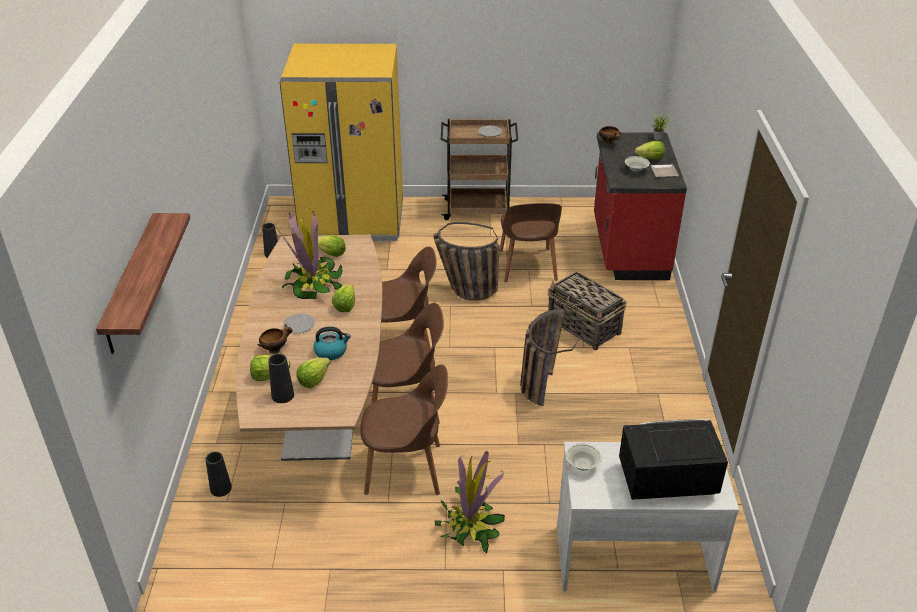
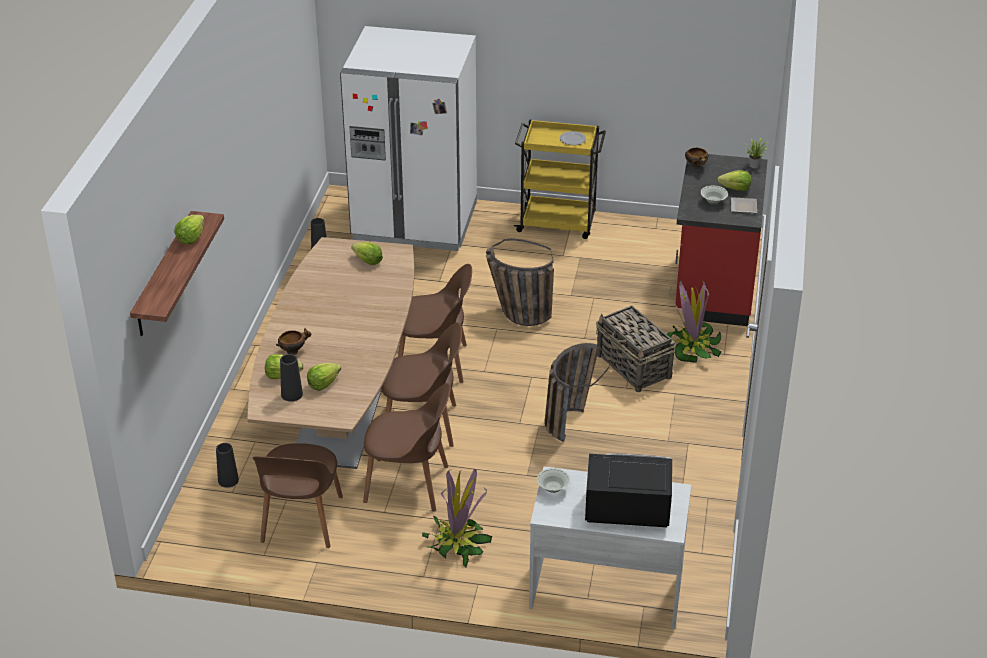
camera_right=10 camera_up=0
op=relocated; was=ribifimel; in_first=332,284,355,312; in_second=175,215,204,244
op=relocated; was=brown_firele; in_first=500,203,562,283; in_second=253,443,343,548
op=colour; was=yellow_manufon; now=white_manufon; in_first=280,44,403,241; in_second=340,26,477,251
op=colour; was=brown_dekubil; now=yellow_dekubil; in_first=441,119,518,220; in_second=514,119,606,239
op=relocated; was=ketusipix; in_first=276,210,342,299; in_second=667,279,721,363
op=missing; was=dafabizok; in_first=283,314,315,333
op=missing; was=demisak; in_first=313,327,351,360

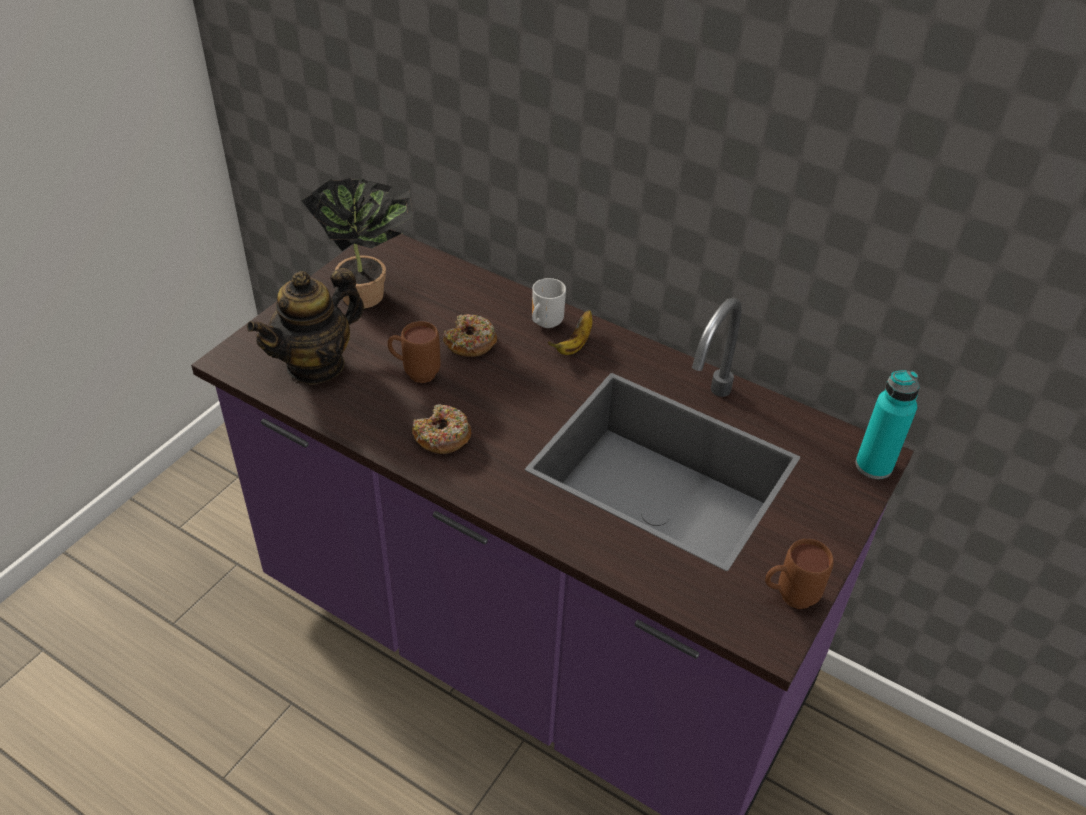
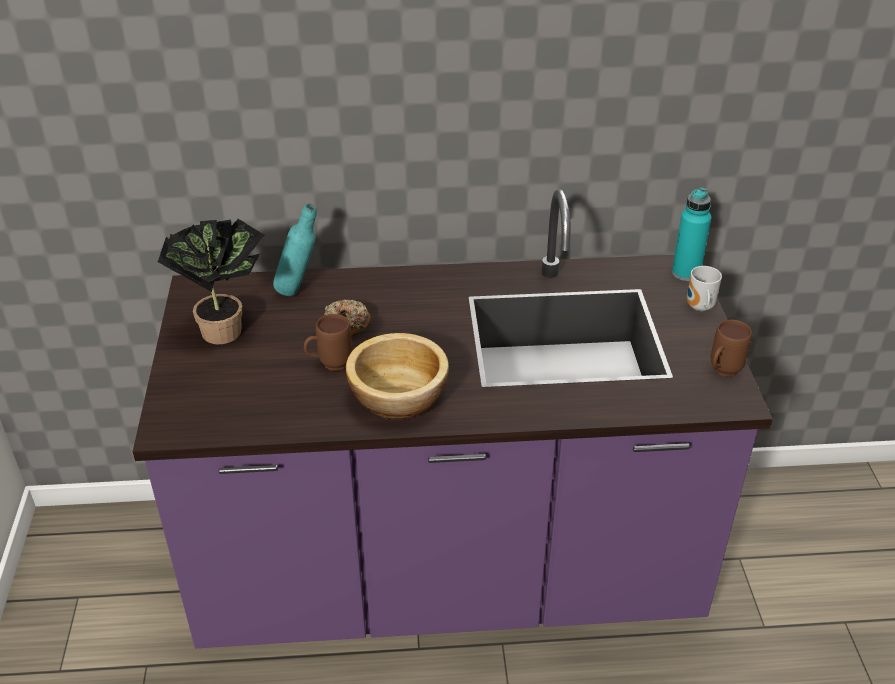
camera_right=-35 camera_up=-5
op=appeared; now=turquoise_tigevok; in_second=273,204,317,296
op=exchanged; was=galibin; now=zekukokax; in_first=412,404,472,454; in_second=346,333,449,420
op=relocated; was=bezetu; in_first=532,278,566,328; in_second=687,266,722,311
op=missing; was=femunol; in_first=247,268,364,385
op=missing; was=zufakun; in_first=548,310,592,355

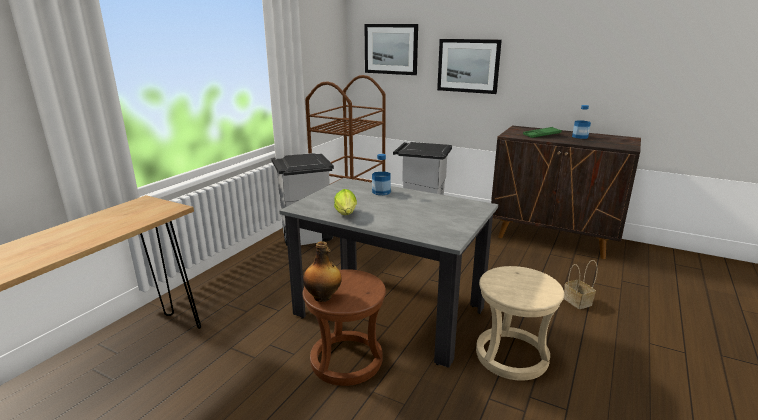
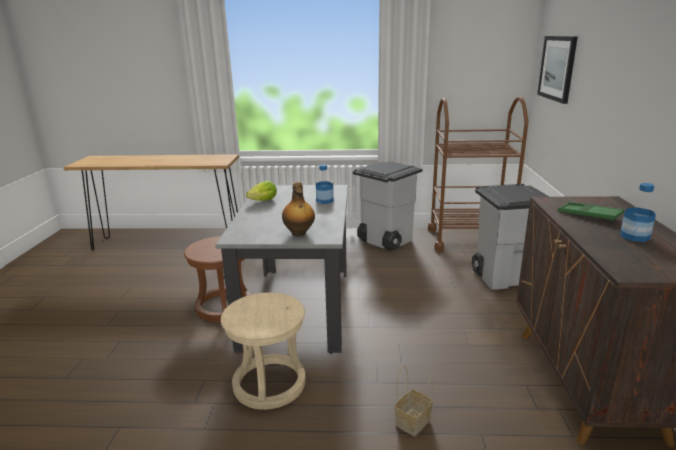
camera_right=65 camera_up=0
op=relocated; was=tigevok; in_first=303,241,342,302; in_second=282,182,315,236
op=missing; was=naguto; in_first=437,39,502,94

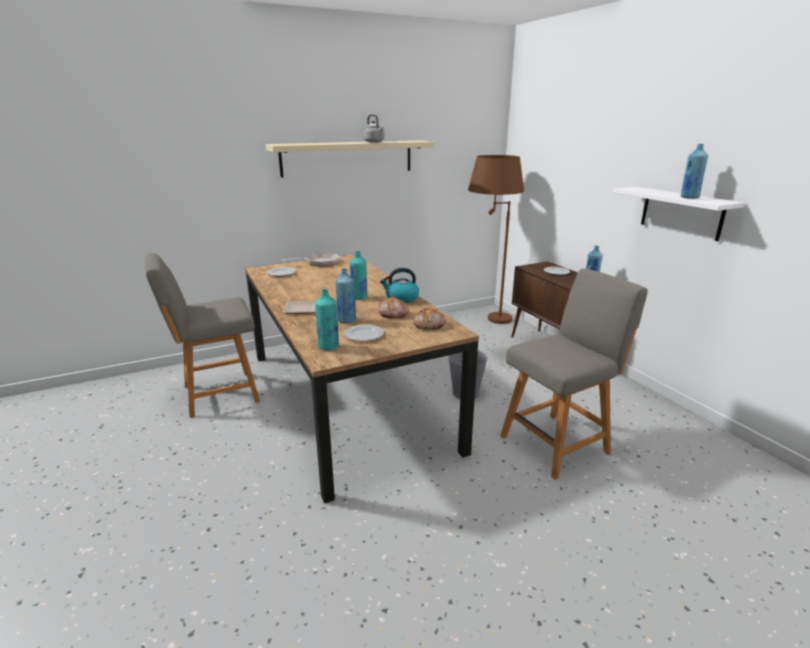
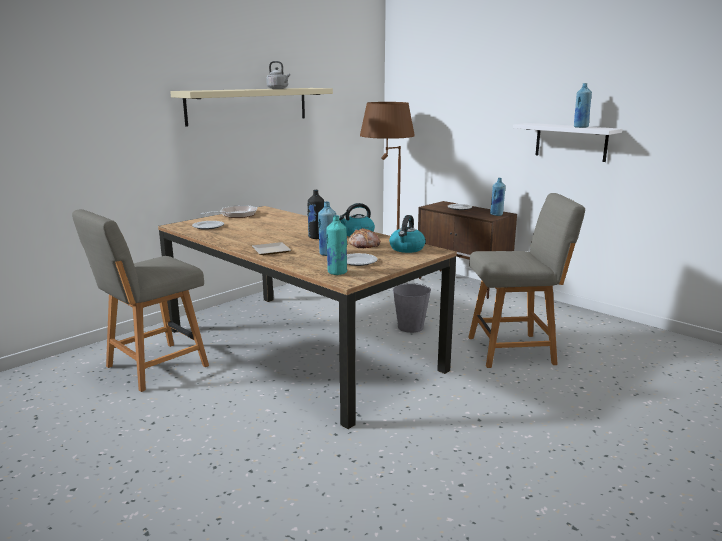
camera_right=-20 camera_up=-5
op=colour; was=turquoise_tigevok; now=black_tigevok; in_first=350,251,367,300; in_second=307,190,324,239
op=exchanged; was=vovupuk; now=demisak; in_first=413,308,446,330; in_second=389,215,426,253
op=spun; was=grey_firele; in_first=500,268,648,480; in_second=468,193,585,368; clockwise=45

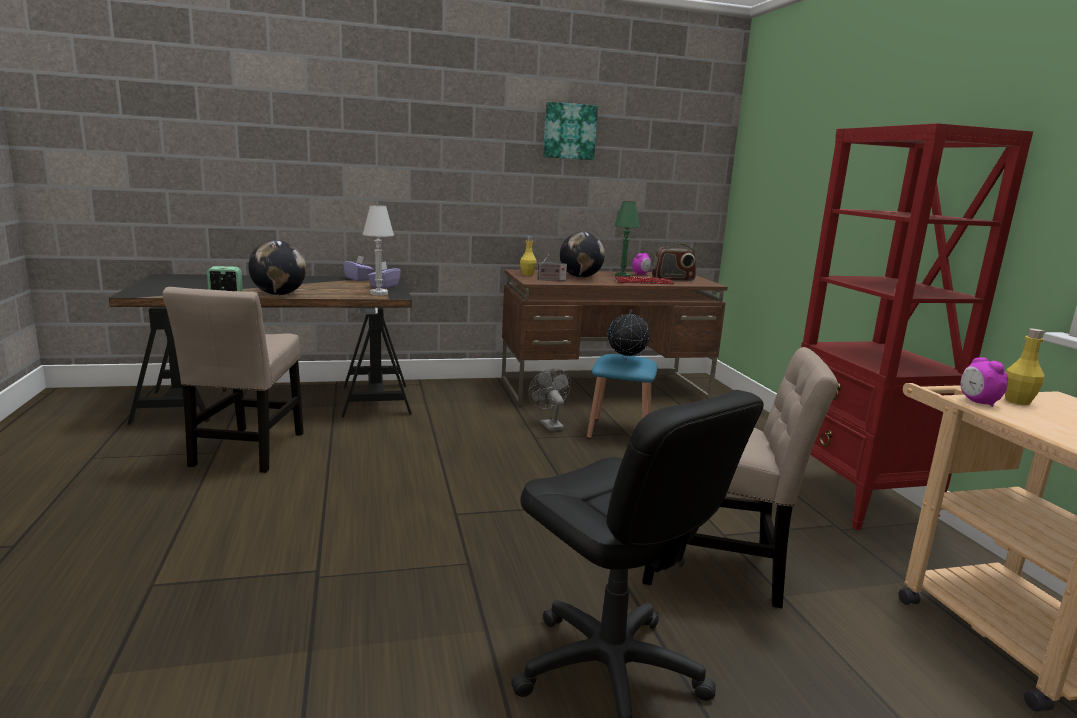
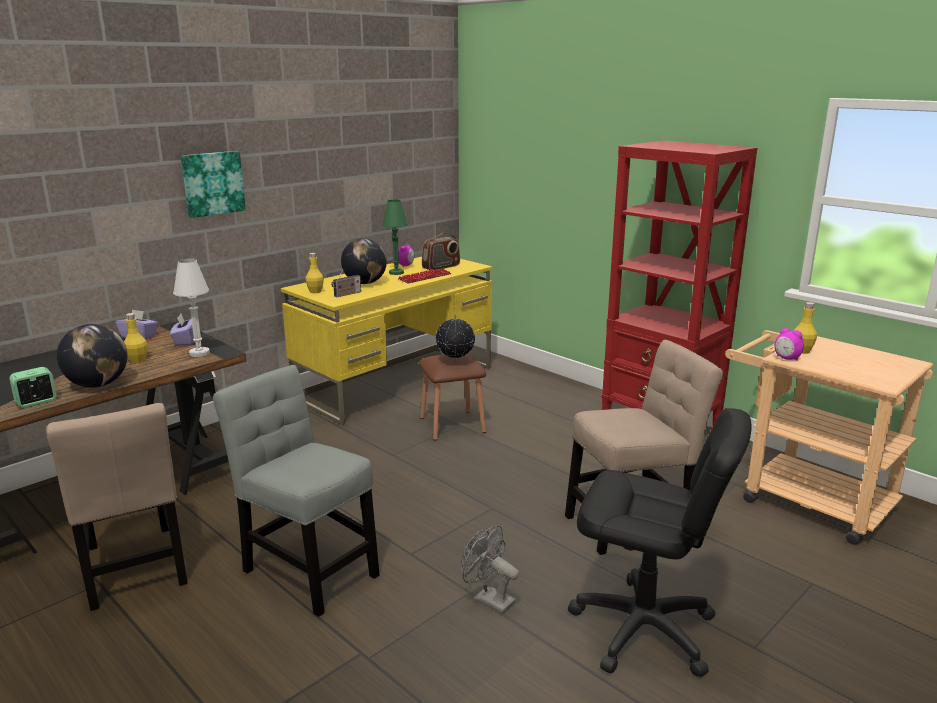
camera_right=-30 camera_up=5
op=appeared; now=yellow_tigevok; in_second=124,313,147,363
op=relocated; was=naguto; in_first=543,102,598,160; in_second=181,151,246,218
op=appeared; now=grey_firele; in_second=213,365,380,617
op=colour; was=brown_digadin; now=yellow_digadin; in_first=502,270,728,406; in_second=281,257,492,425
op=colour; was=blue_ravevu; now=brown_ravevu; in_first=587,354,657,439; in_second=419,354,486,441
op=relocated; was=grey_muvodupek; in_first=528,369,571,431; in_second=461,525,519,614

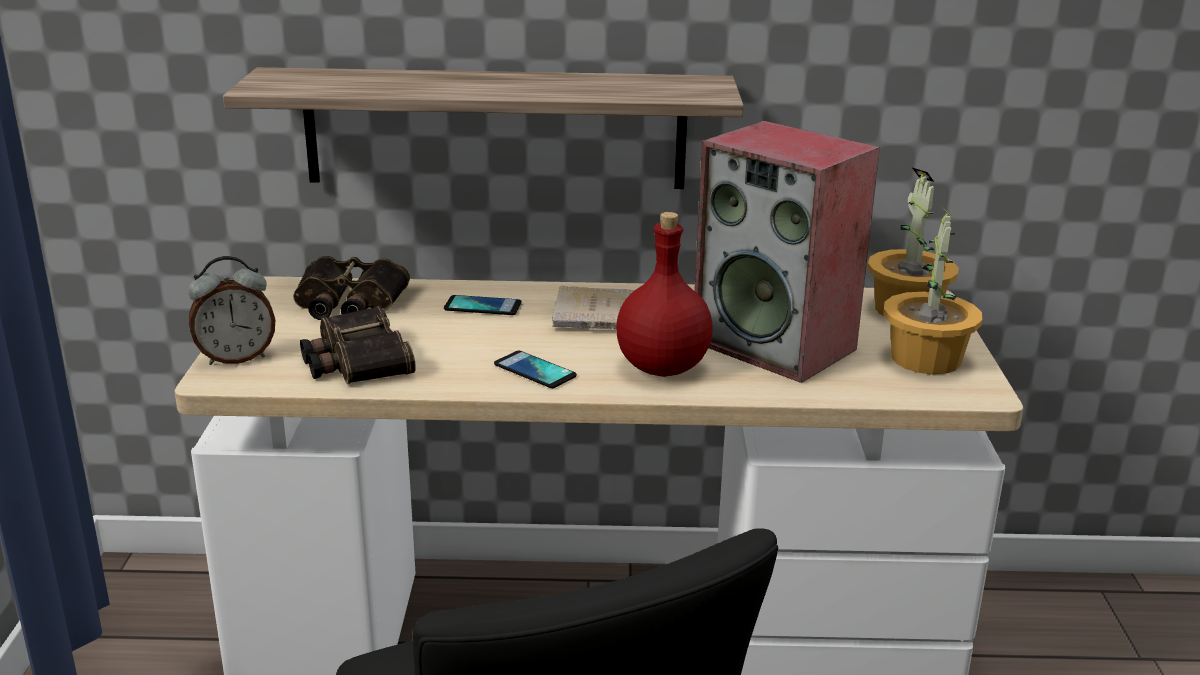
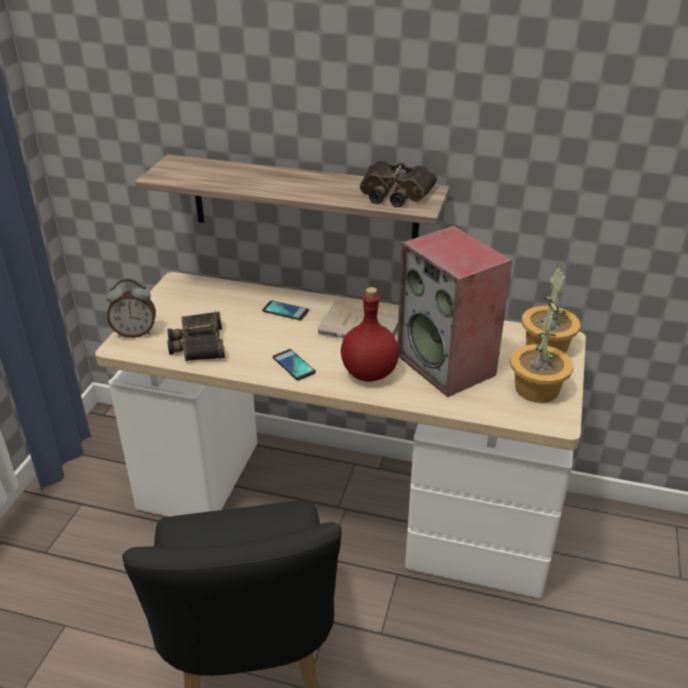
camera_right=15 camera_up=10
op=relocated; was=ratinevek; in_first=293,256,410,320; in_second=360,160,437,207

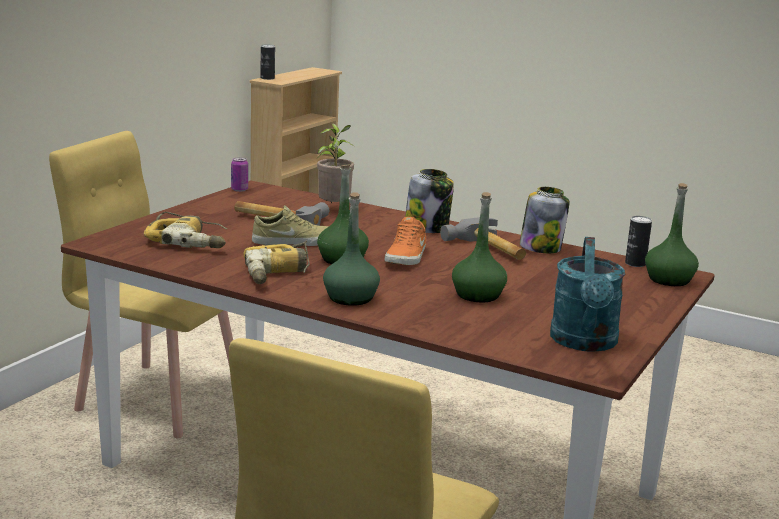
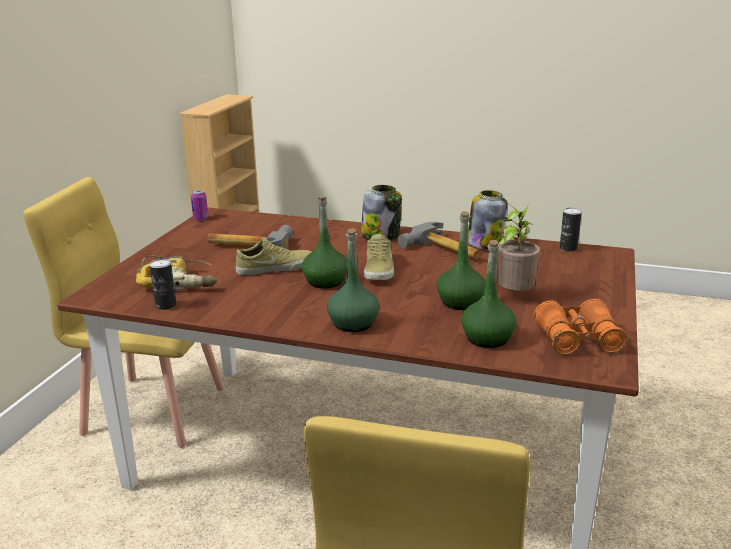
camera_right=-10 camera_up=5
op=relocated; was=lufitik; in_first=261,45,275,80; in_second=150,259,176,310
op=colour; was=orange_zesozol; now=beige_zesozol; in_first=385,217,426,265; in_second=364,234,394,280
op=relocated; was=green_tigevok; in_first=645,183,699,286; in_second=461,240,517,348
op=relocated; was=ketusipix; in_first=317,123,355,203; in_second=498,203,540,291
op=exchanged; was=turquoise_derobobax; now=orange_ratinevek; in_first=550,237,625,352; in_second=534,299,627,355
op=missing; was=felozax; in_first=244,240,310,284

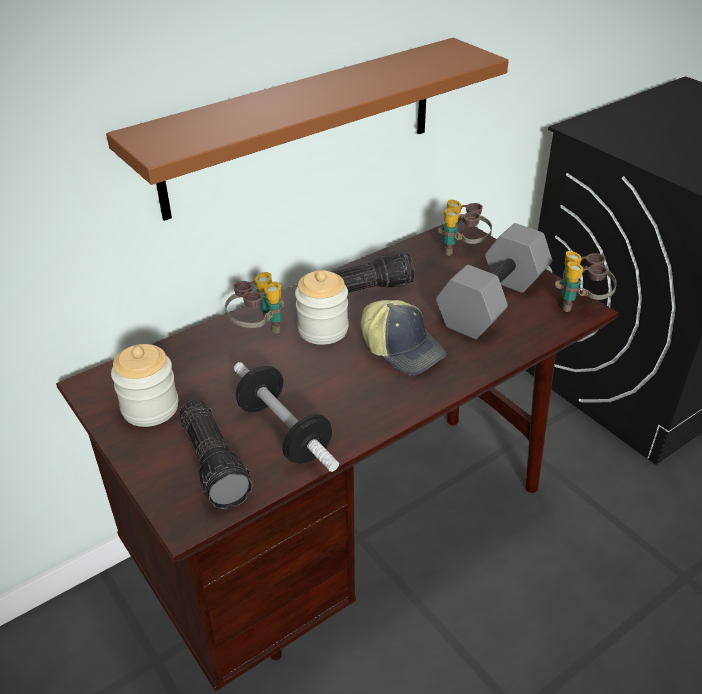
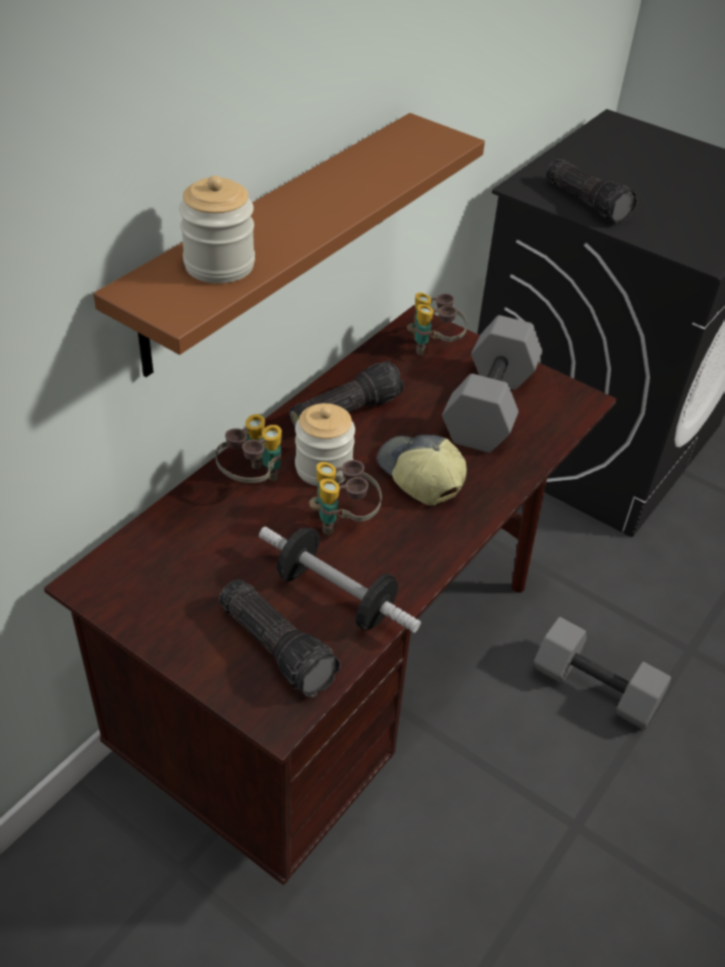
camera_right=-20 camera_up=5
op=relocated; was=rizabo; in_first=111,344,178,427; in_second=179,175,255,283
op=relocated; was=ratinevek; in_first=555,251,617,312; in_second=309,460,382,535
op=spun; was=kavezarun; in_first=361,300,447,375; in_second=377,435,467,506; clockwise=-150
op=appeared; now=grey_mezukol; in_second=534,617,671,730
op=appeared; now=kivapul; in_second=547,159,637,223

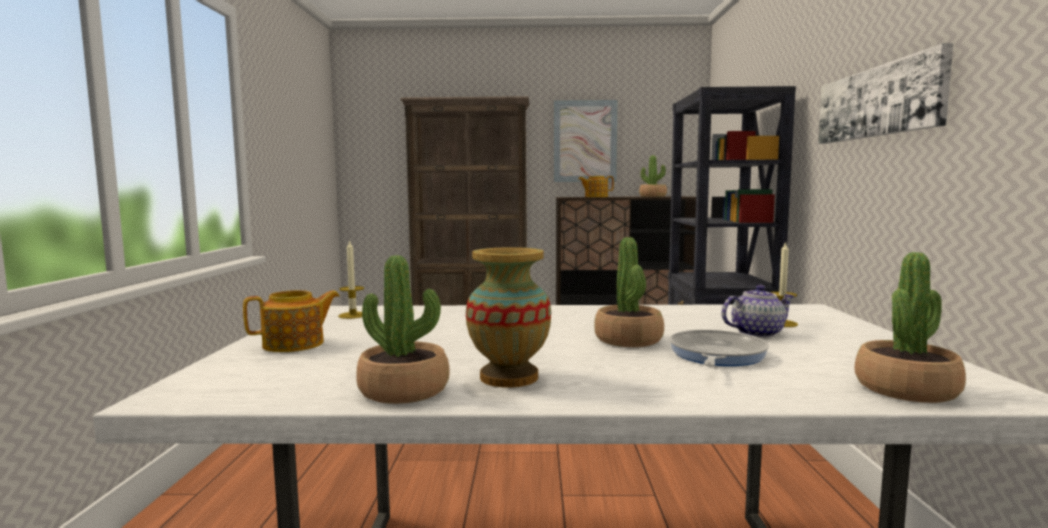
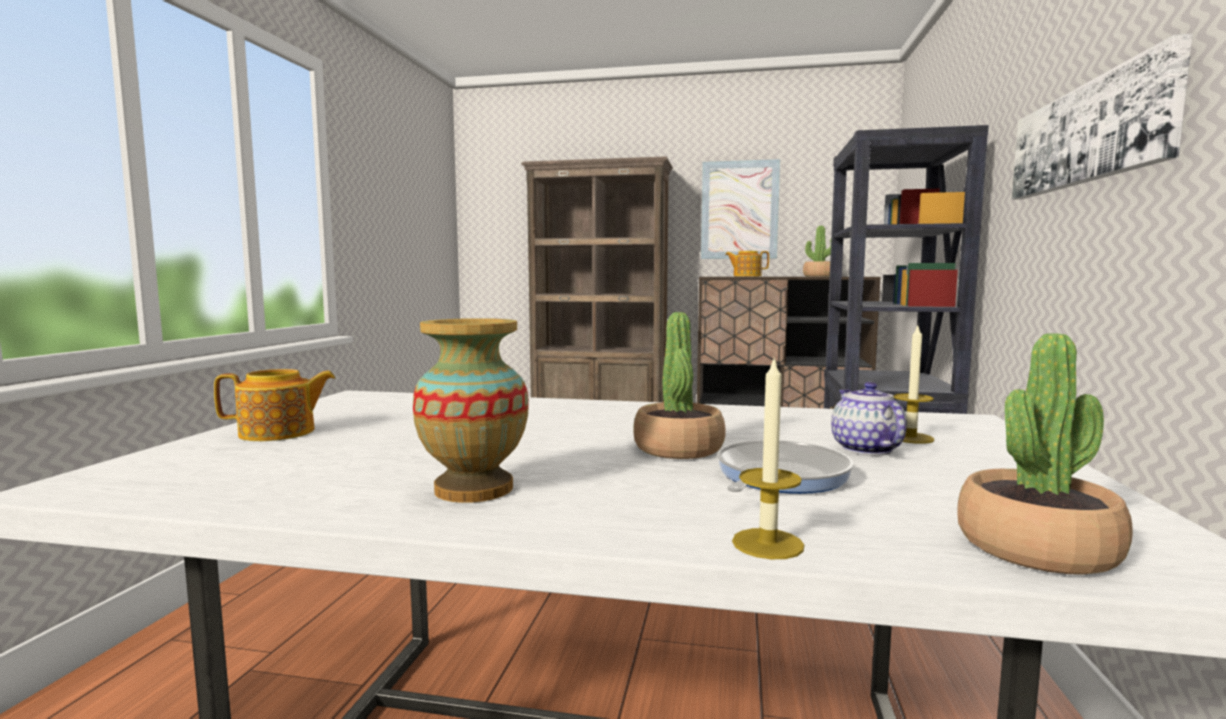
camera_right=10 camera_up=0
op=relocated; was=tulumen; in_first=338,239,364,319; in_second=732,356,804,559
op=spun; was=femunol; in_first=721,285,795,338; in_second=831,382,907,456; clockwise=-90
op=missing; was=ketusipix; in_first=356,255,450,404

